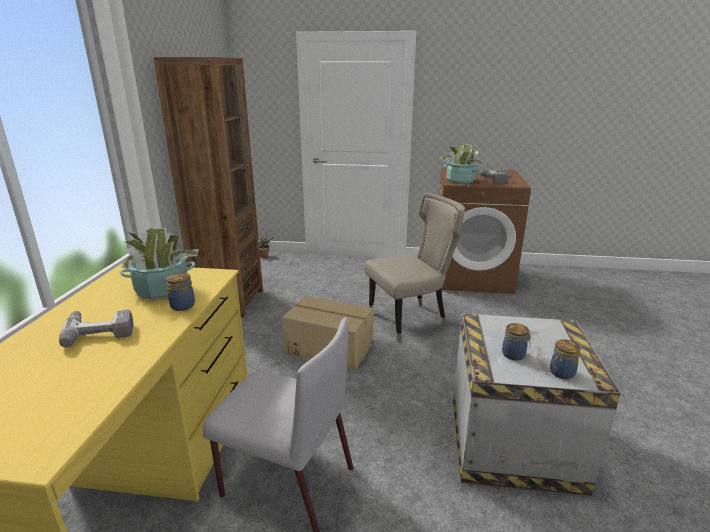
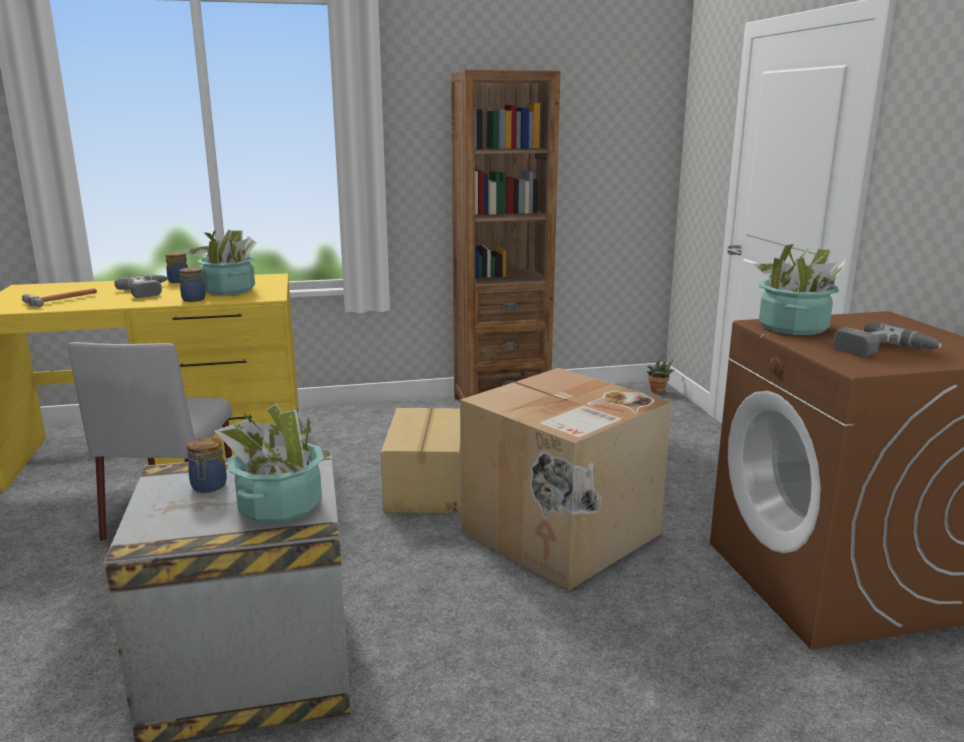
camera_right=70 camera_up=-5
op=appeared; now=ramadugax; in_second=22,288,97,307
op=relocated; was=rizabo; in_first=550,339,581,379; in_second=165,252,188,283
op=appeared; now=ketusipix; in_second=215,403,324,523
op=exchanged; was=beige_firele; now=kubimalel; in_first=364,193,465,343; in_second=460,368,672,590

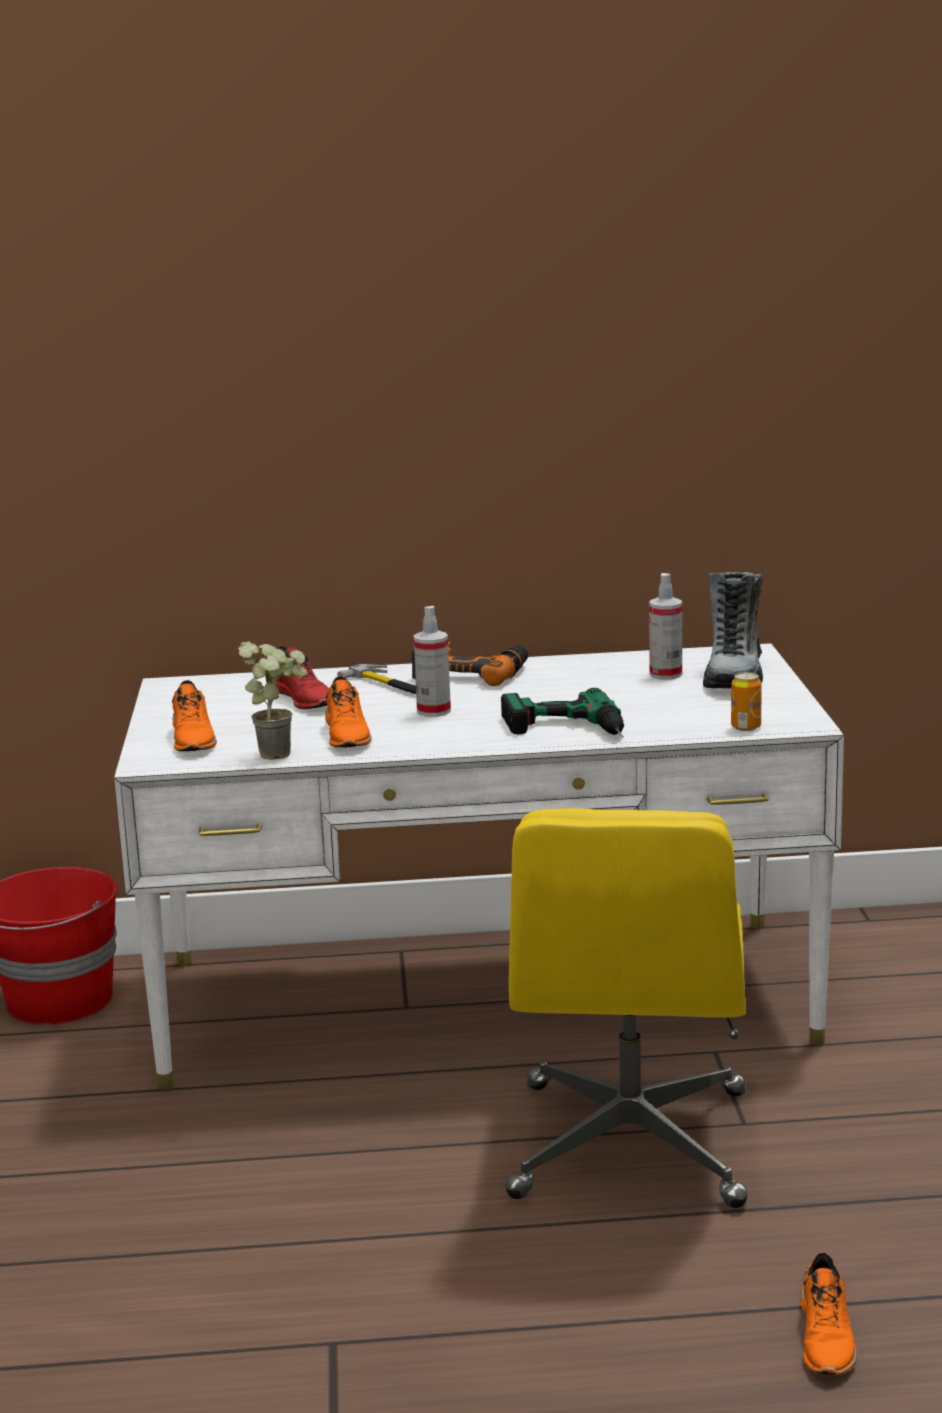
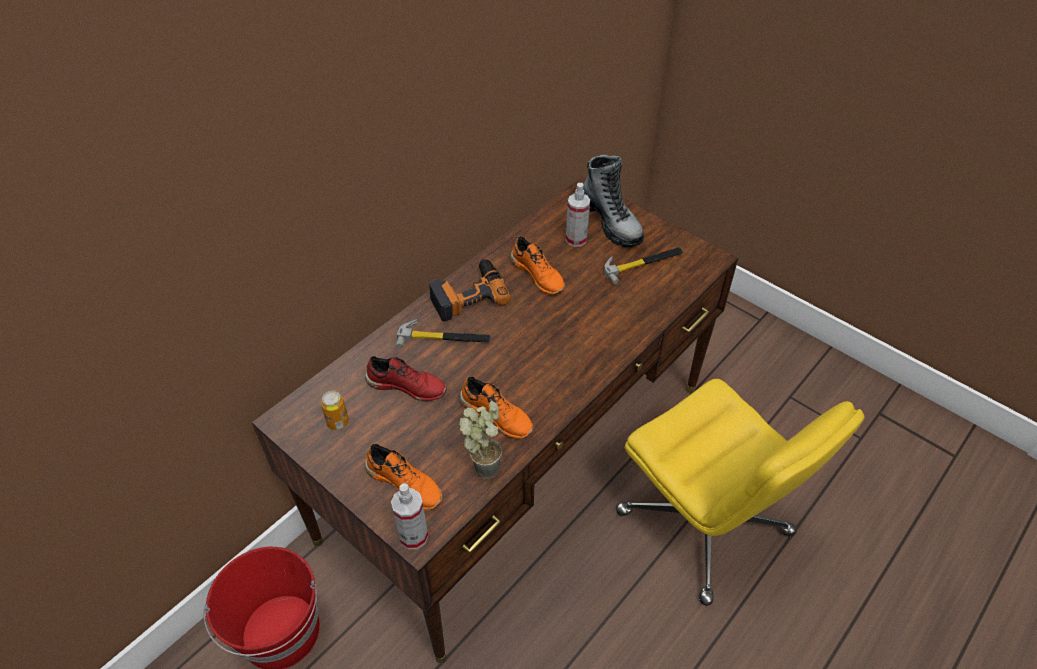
camera_right=-45 camera_up=30
op=colour; was=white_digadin; now=brown_digadin; in_first=114,643,844,1090; in_second=252,177,738,663
op=relocated; was=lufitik; in_first=731,672,761,731; in_second=321,391,349,430
op=relocated; was=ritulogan; in_first=414,606,451,717; in_second=391,483,428,549
op=relocated; was=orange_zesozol; in_first=800,1252,857,1375; in_second=510,236,565,294
op=appeared; now=ramadugax; in_second=604,247,683,284
op=missing; was=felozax; in_first=501,688,624,738

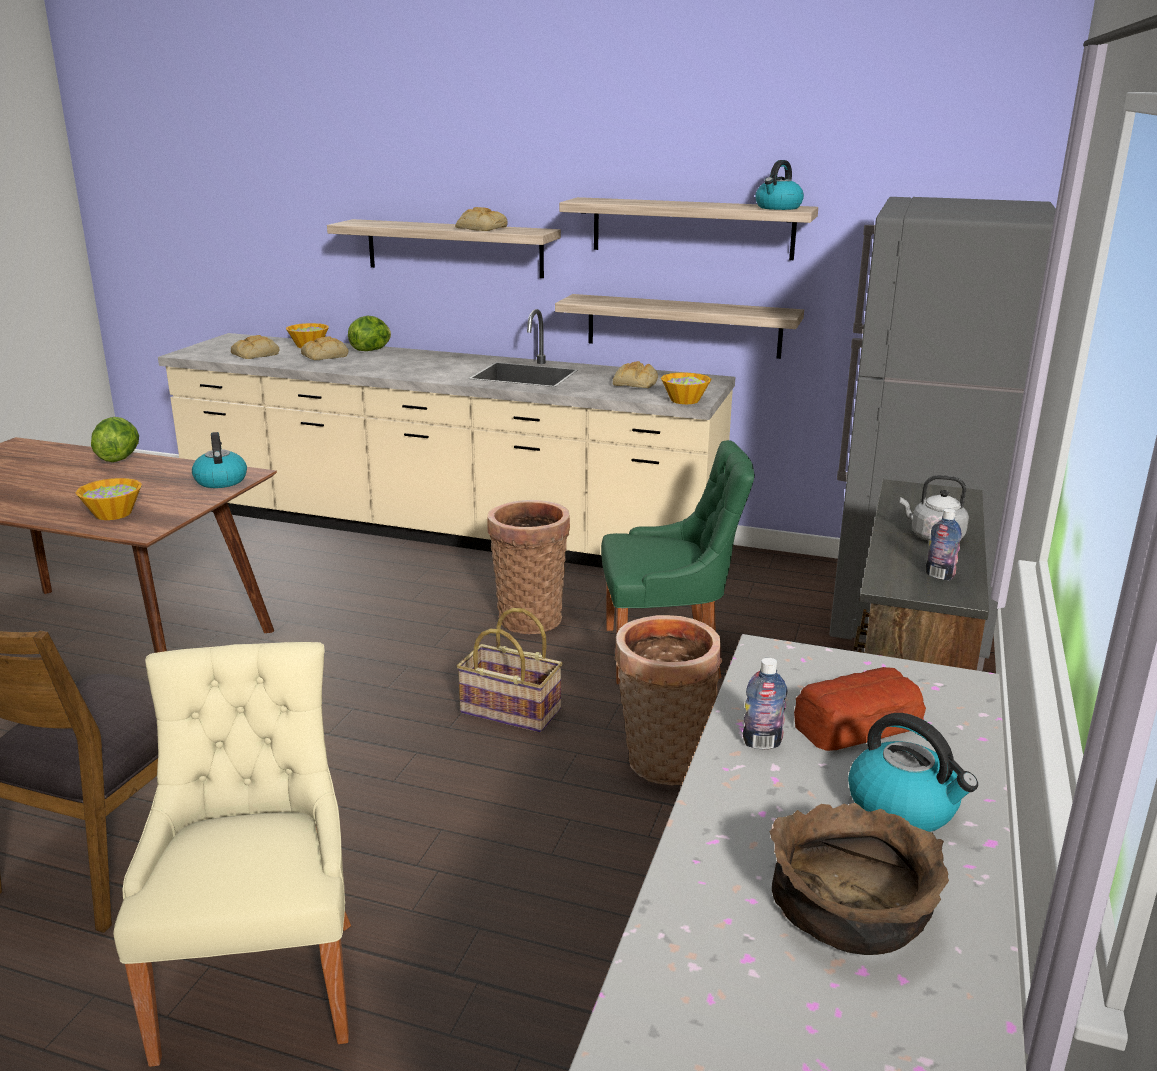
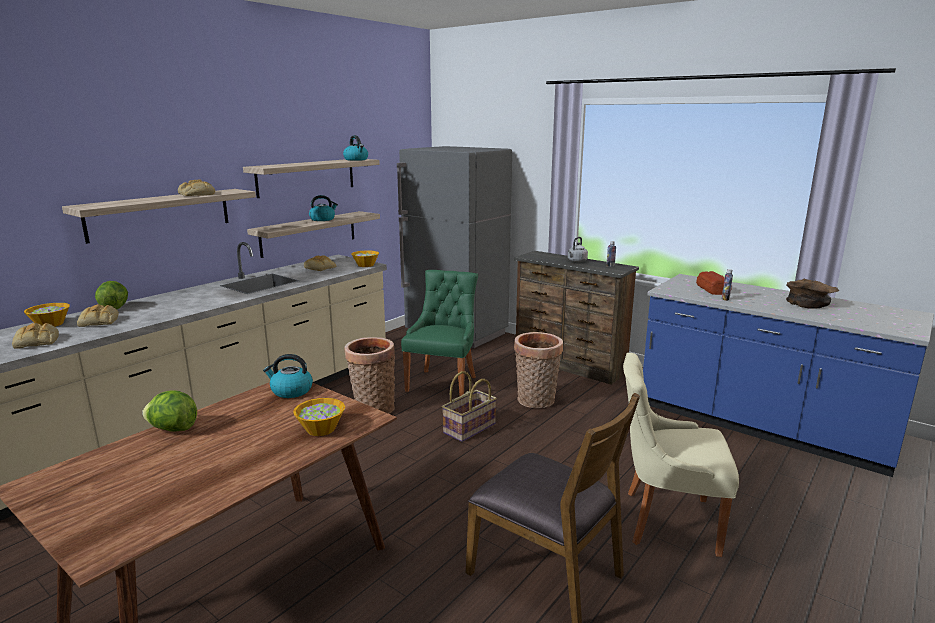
camera_right=-70 camera_up=-5
op=relocated; was=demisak; in_first=848,713,978,832; in_second=309,195,338,221

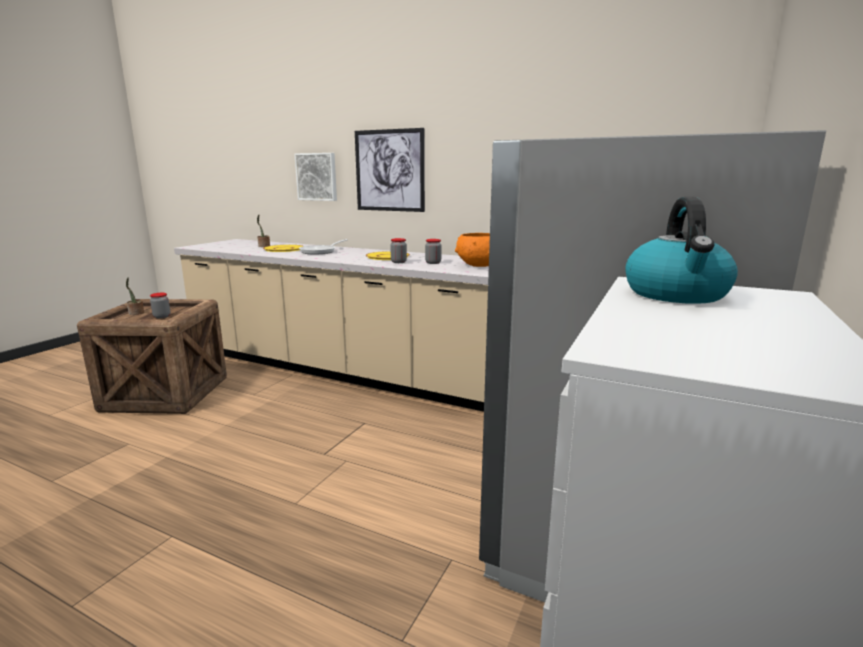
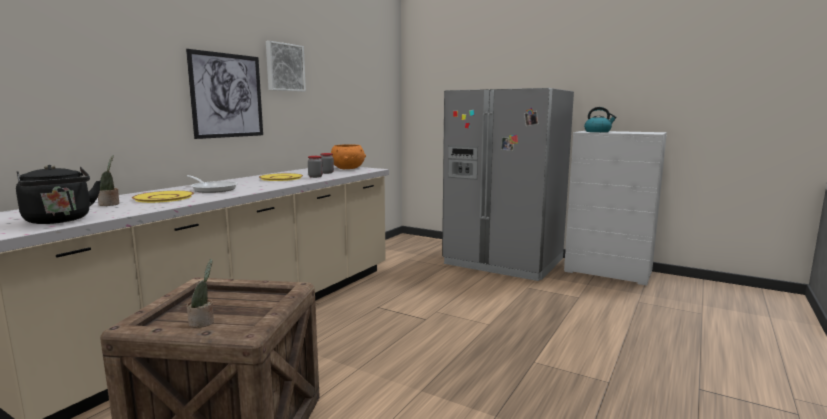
camera_right=-85 camera_up=-5
op=appeared; now=black_demisak; in_second=16,165,101,224
op=relocated; was=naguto; in_first=294,153,337,201; in_second=266,41,306,92
op=missing; was=rizabo; in_first=150,293,170,318

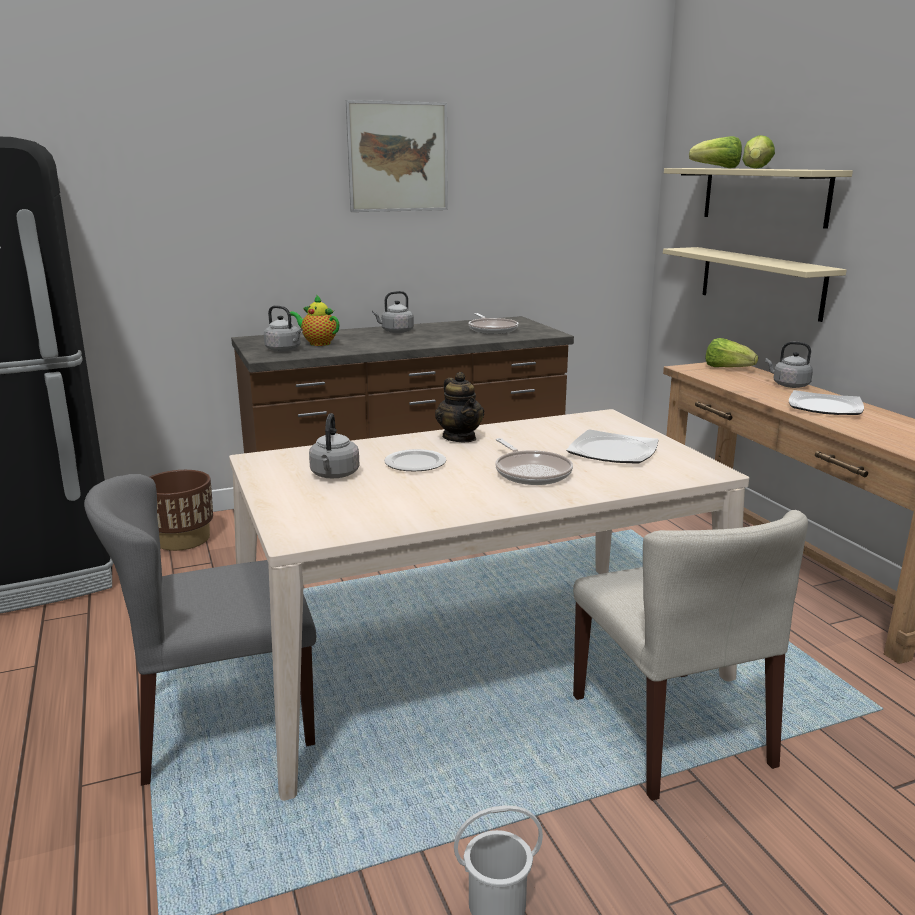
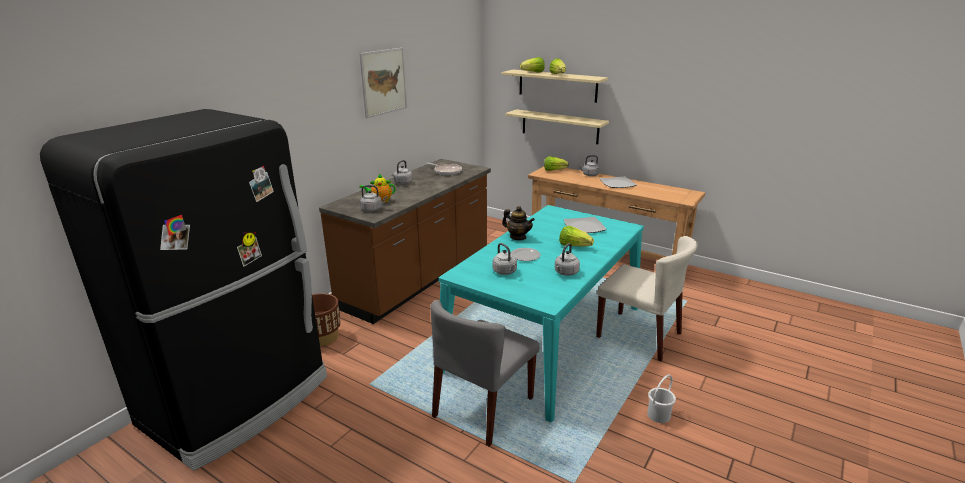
camera_right=-35 camera_up=5
op=colour; was=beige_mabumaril; now=turquoise_mabumaril; in_first=229,409,749,801; in_second=439,205,644,422
op=appeared; now=grey_demisak; in_second=555,243,580,276
op=exchanged; was=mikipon; now=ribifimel; in_first=495,438,573,485; in_second=559,226,594,246

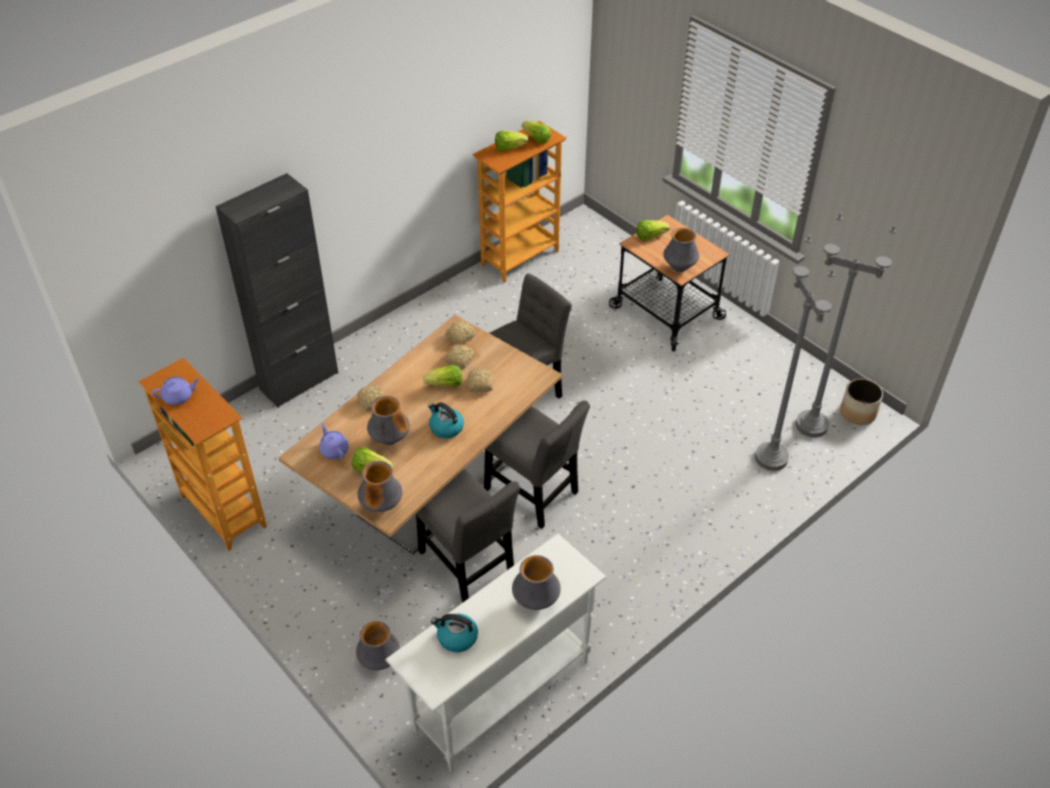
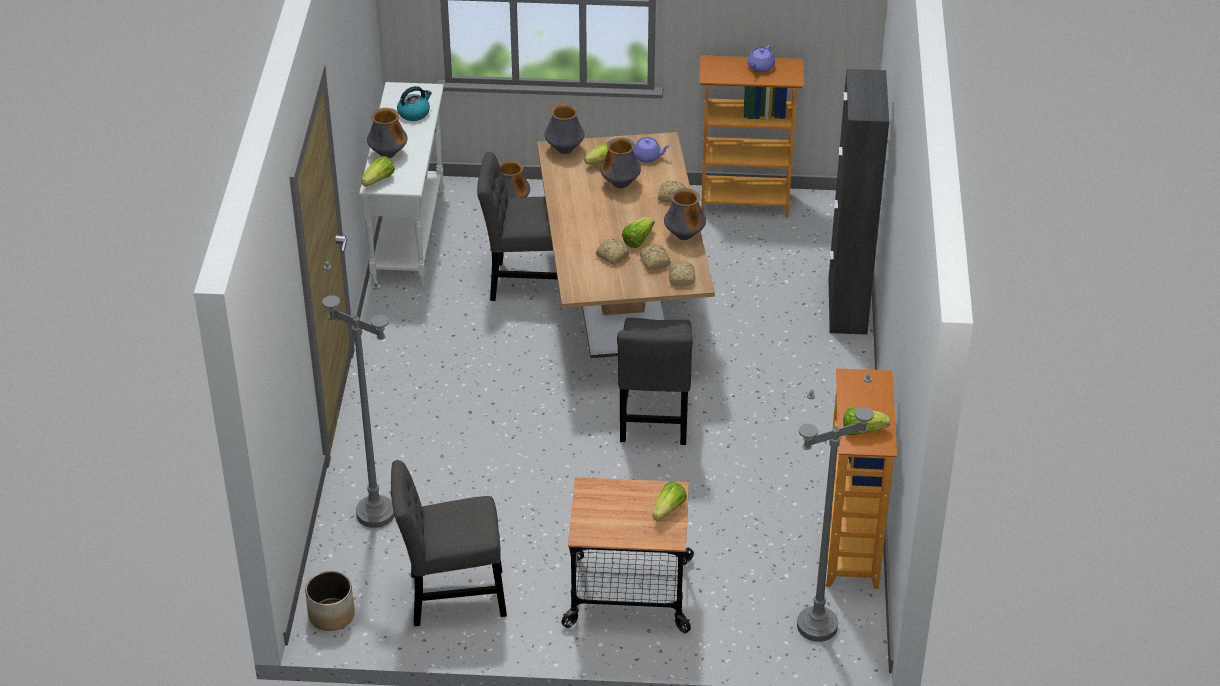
camera_right=135 camera_up=-5
op=relocated; was=ribifimel; in_first=495,131,528,151; in_second=361,156,395,187
op=relocated; was=grey_firele; in_first=484,401,590,529; in_second=391,460,507,626
op=relocated; was=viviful; in_first=663,228,699,272; in_second=664,188,706,240
op=relocated; was=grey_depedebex; in_first=796,212,896,437; in_second=797,373,874,642
op=missing; was=demisak; in_first=428,402,464,438

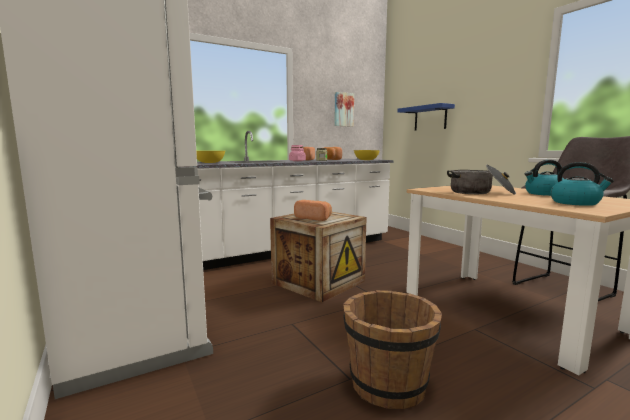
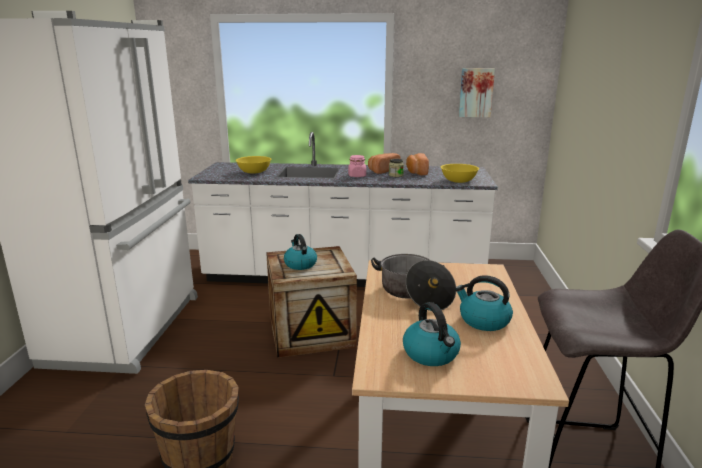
camera_right=35 camera_up=10
op=exchanged; was=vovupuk; now=demisak; in_first=294,200,332,221; in_second=284,234,317,270
op=missing; was=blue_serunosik; in_first=397,103,455,130

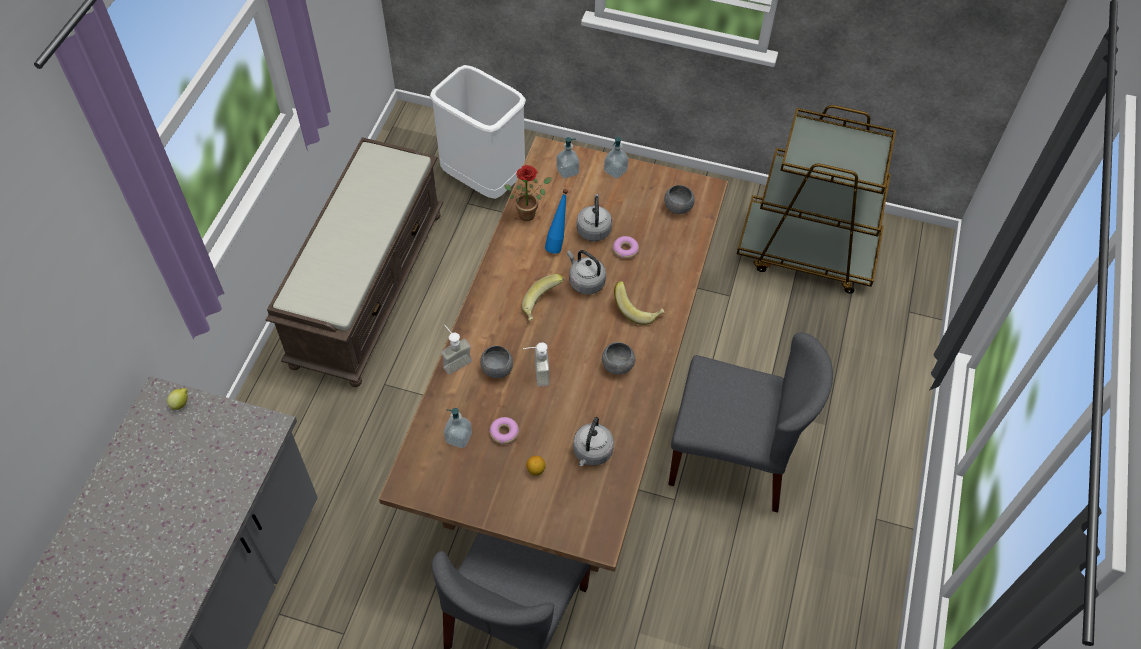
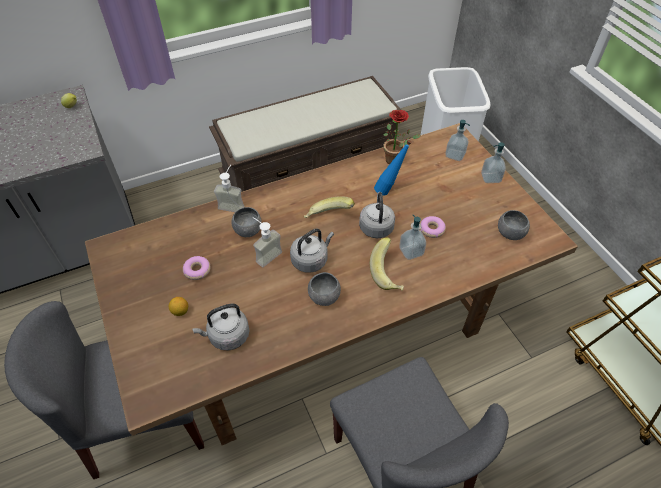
camera_right=50 camera_up=-5
op=relocated; was=grey_demisak; in_first=576,194,612,241; in_second=290,229,334,273
op=relocated; was=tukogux; in_first=444,408,472,448; in_second=399,215,426,260

